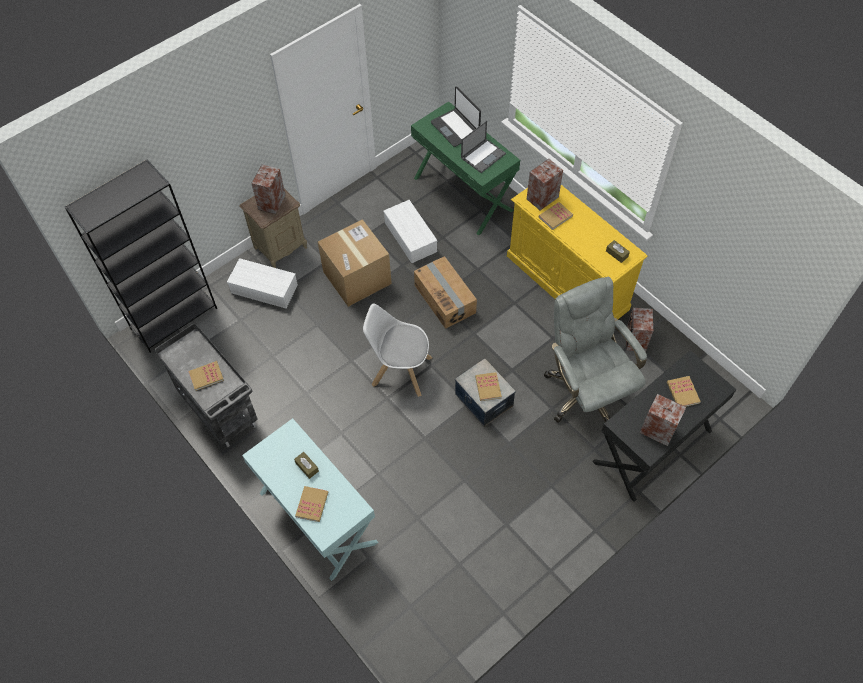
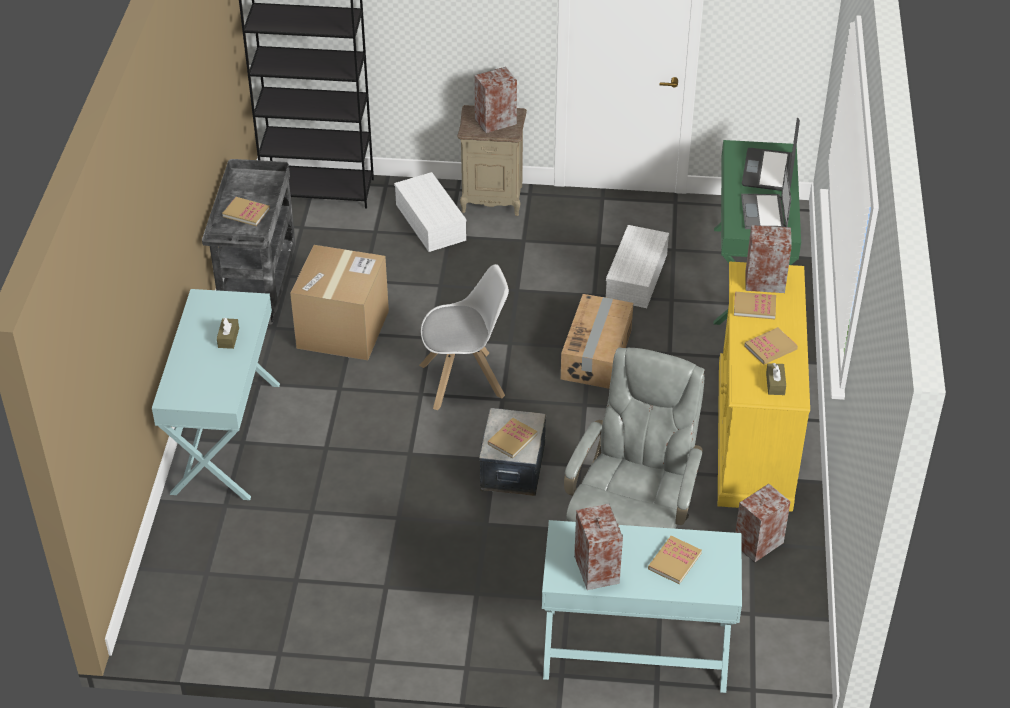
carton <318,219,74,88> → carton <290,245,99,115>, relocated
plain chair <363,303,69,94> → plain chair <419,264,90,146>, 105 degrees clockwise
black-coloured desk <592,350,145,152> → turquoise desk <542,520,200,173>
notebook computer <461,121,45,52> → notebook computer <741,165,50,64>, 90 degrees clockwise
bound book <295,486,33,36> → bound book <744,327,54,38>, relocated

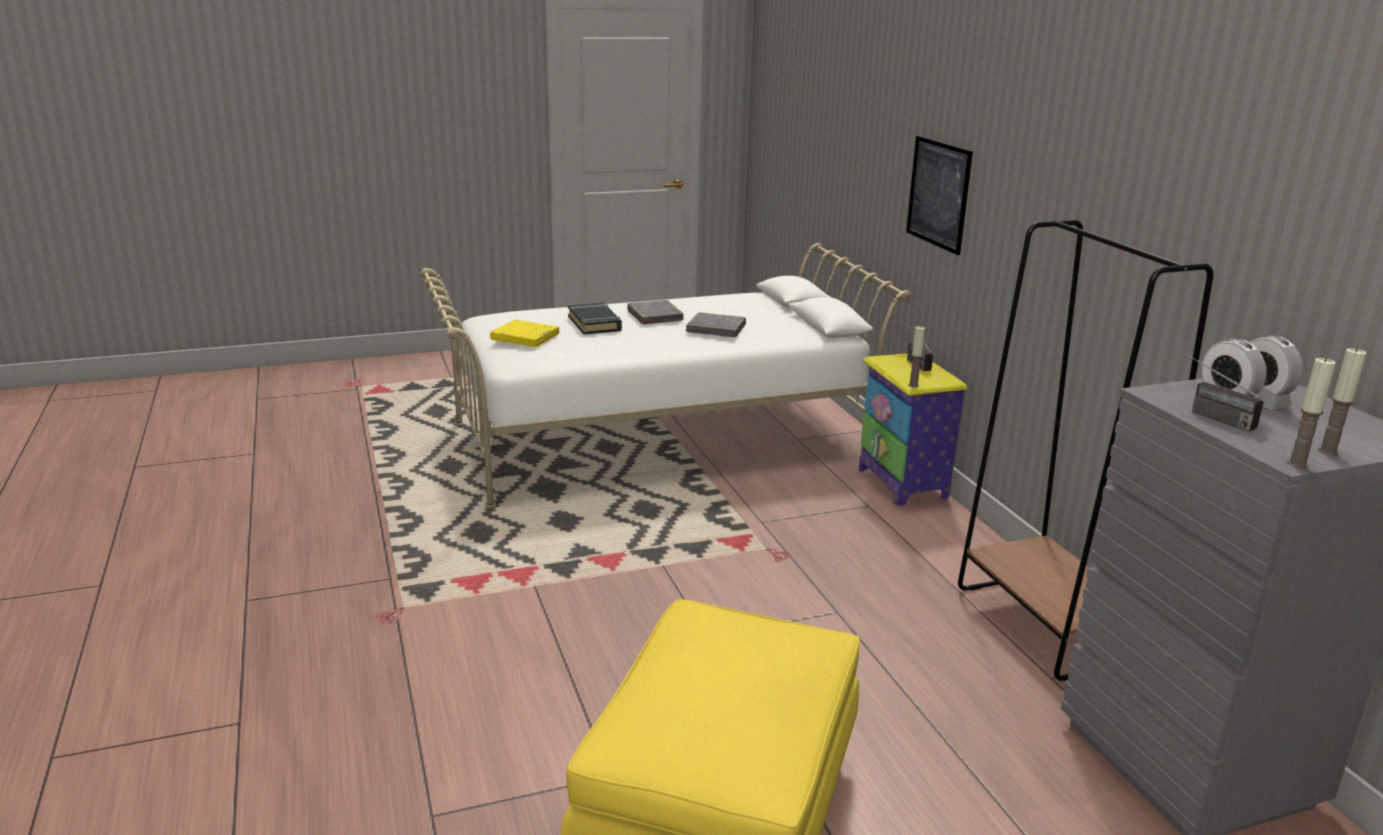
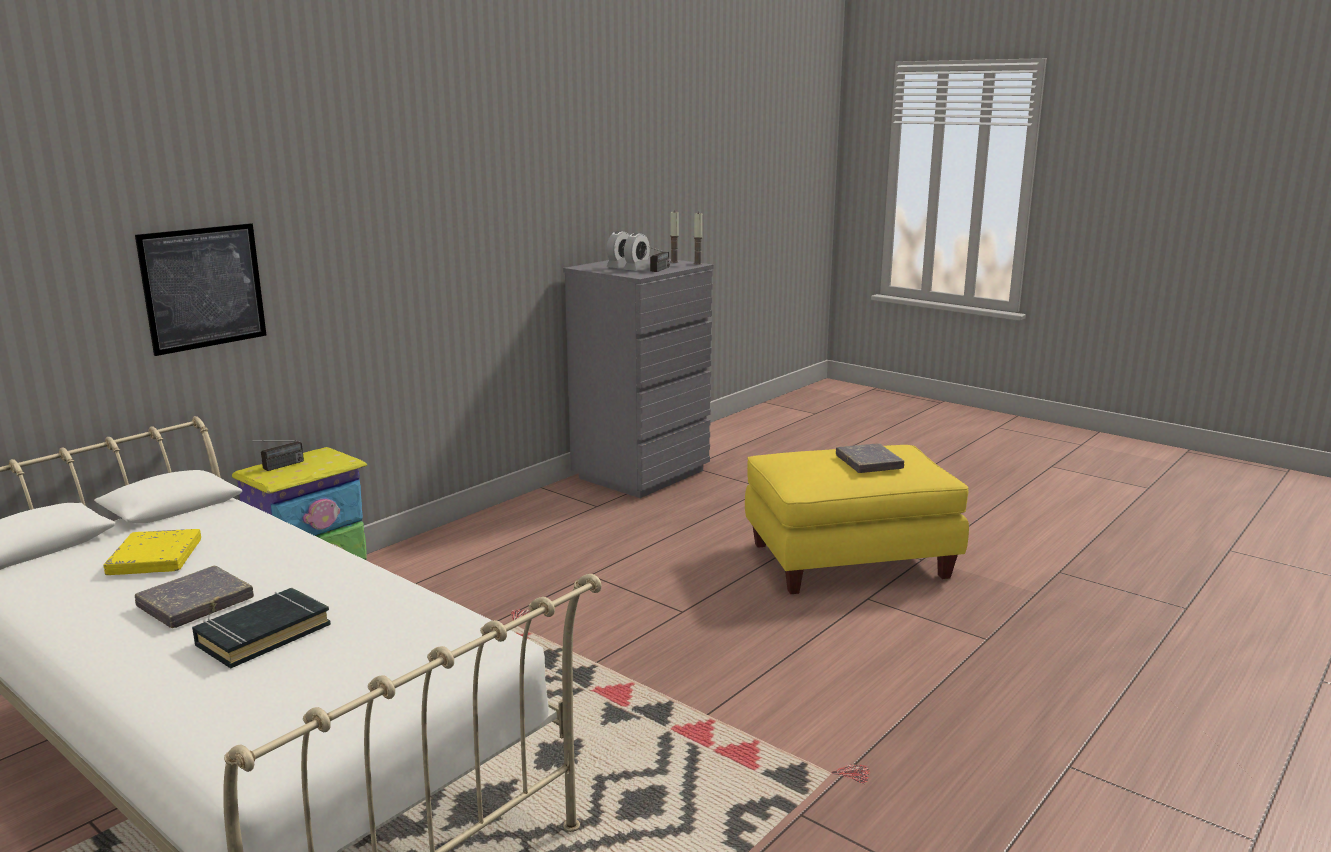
yellowish bound book <490,320,69,27> → yellowish bound book <103,529,98,46>, relocated
grey bound book <686,312,60,25> → grey bound book <836,443,68,30>, relocated
candle <908,326,17,62> → -
garment rack <958,220,256,461> → -

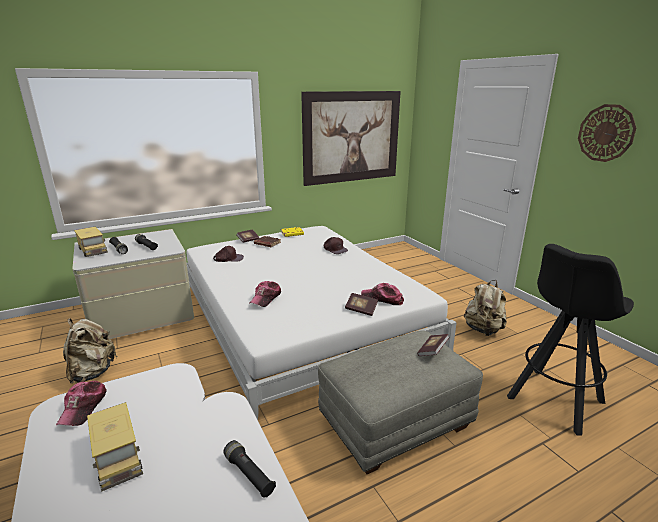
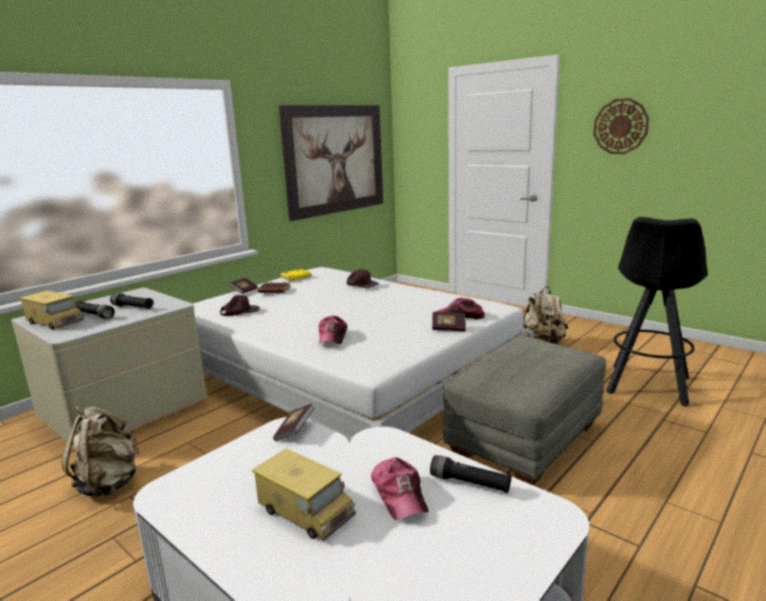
bound book <417,334,33,22> → bound book <273,403,41,38>, relocated
baseball cap <56,381,51,45> → baseball cap <371,457,57,63>, relocated

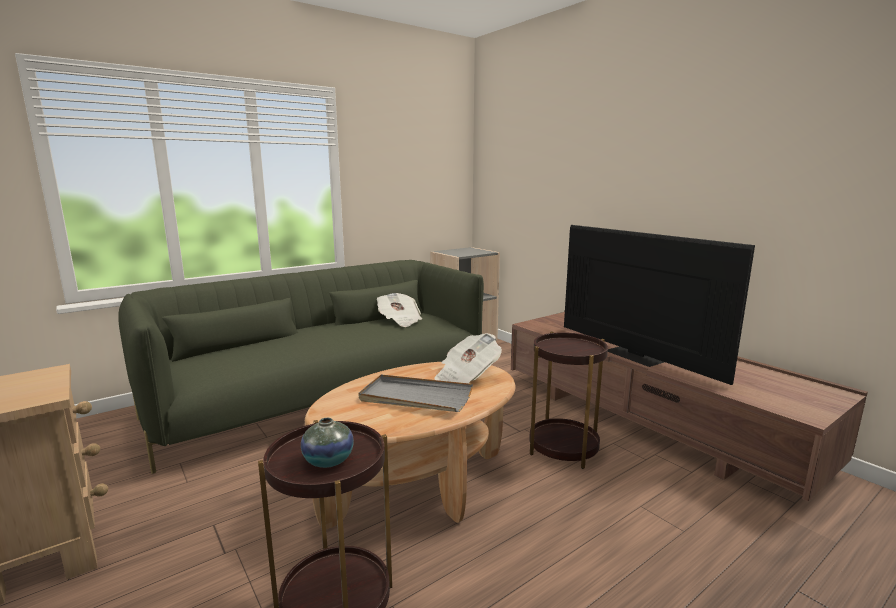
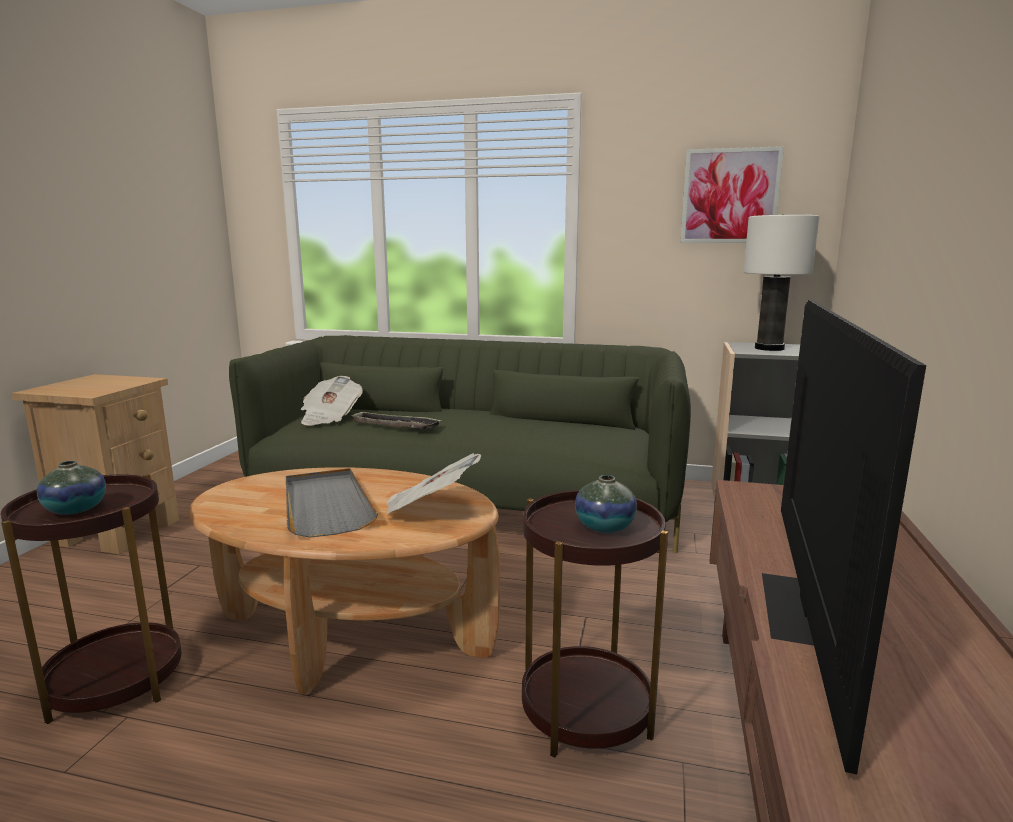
printed paper <377,293,45,34> → printed paper <301,376,62,50>, relocated
- → tray <350,411,92,18>
- → vase <575,475,62,58>
- → wall art <681,146,103,97>
- → white-coloured lamp for a table <744,214,75,137>

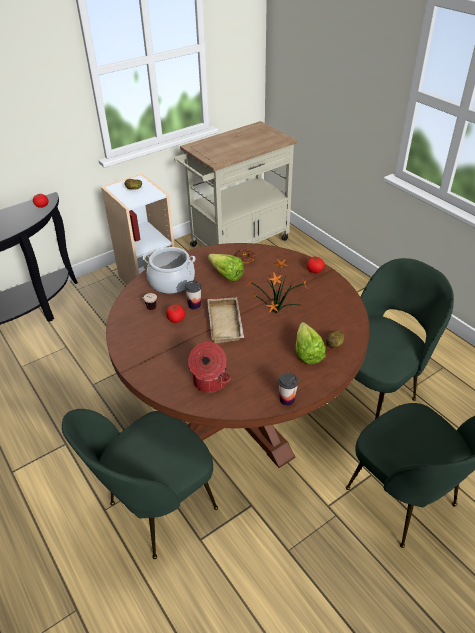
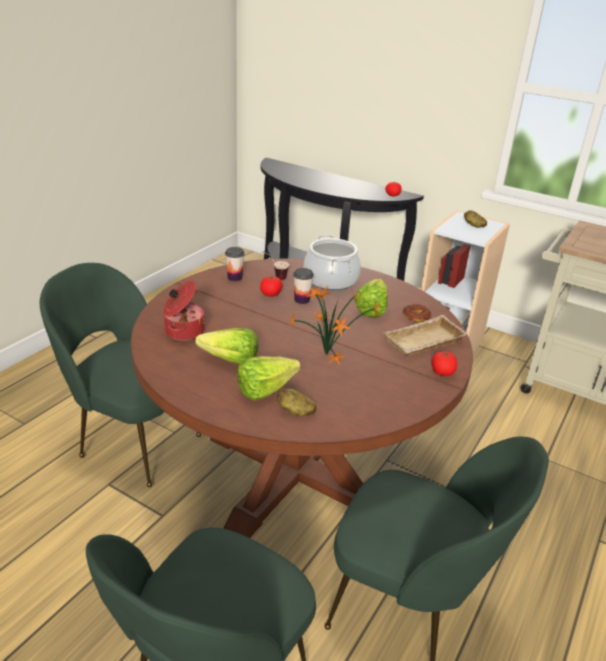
- → head of lettuce <196,328,62,36>
cup <278,372,21,34> → cup <225,247,20,34>, relocated
beige tray <207,297,37,47> → beige tray <383,315,85,41>, relocated

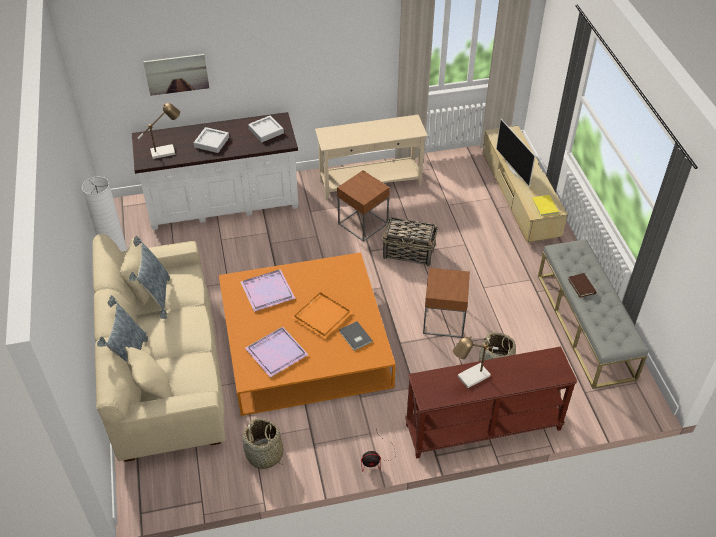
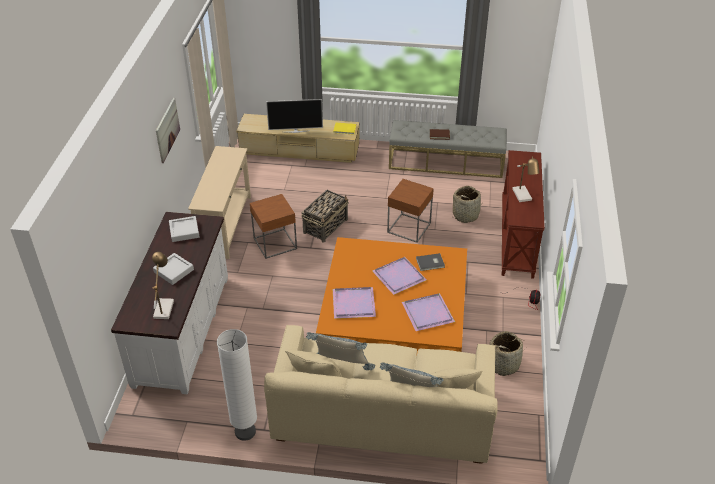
wall art <143,54,66,42> → wall art <156,98,24,65>, relocated
orangey tray <291,291,62,48> → purple-coloured tray <372,257,55,38>

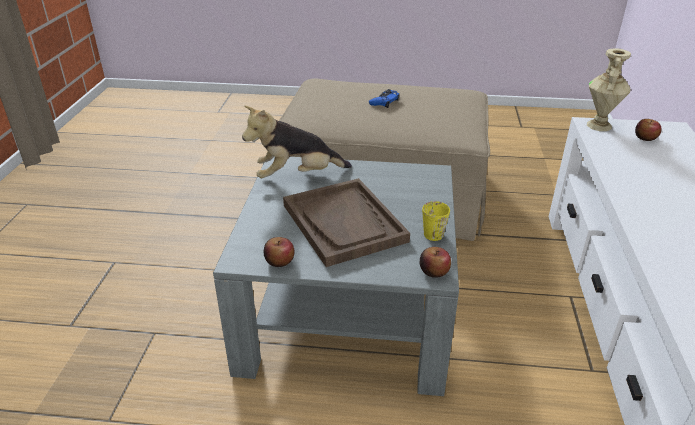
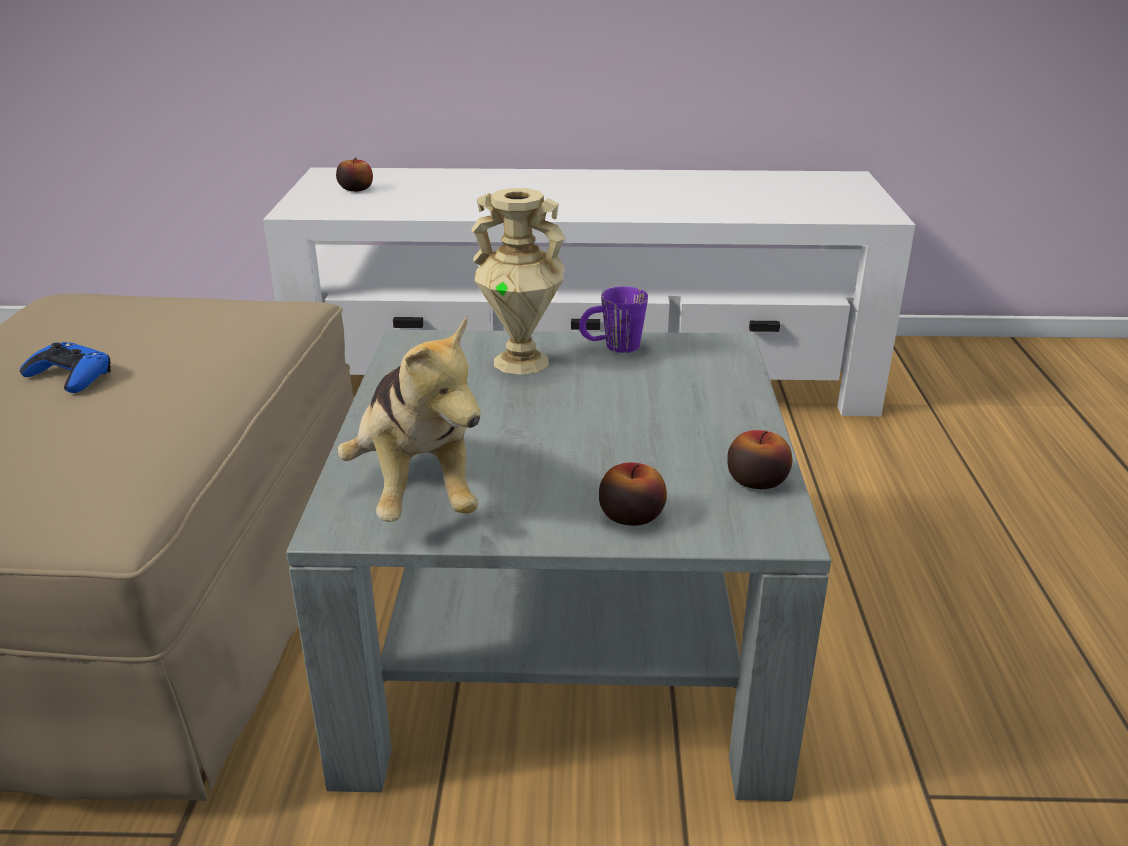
beige vase <587,48,44,83> → beige vase <471,188,95,187>, relocated
yellowish mug <422,201,28,40> → purple-coloured mug <579,287,69,66>
whole apple <420,247,31,31> → whole apple <599,463,68,63>, relocated
brown-coloured tray <283,178,127,89> → -

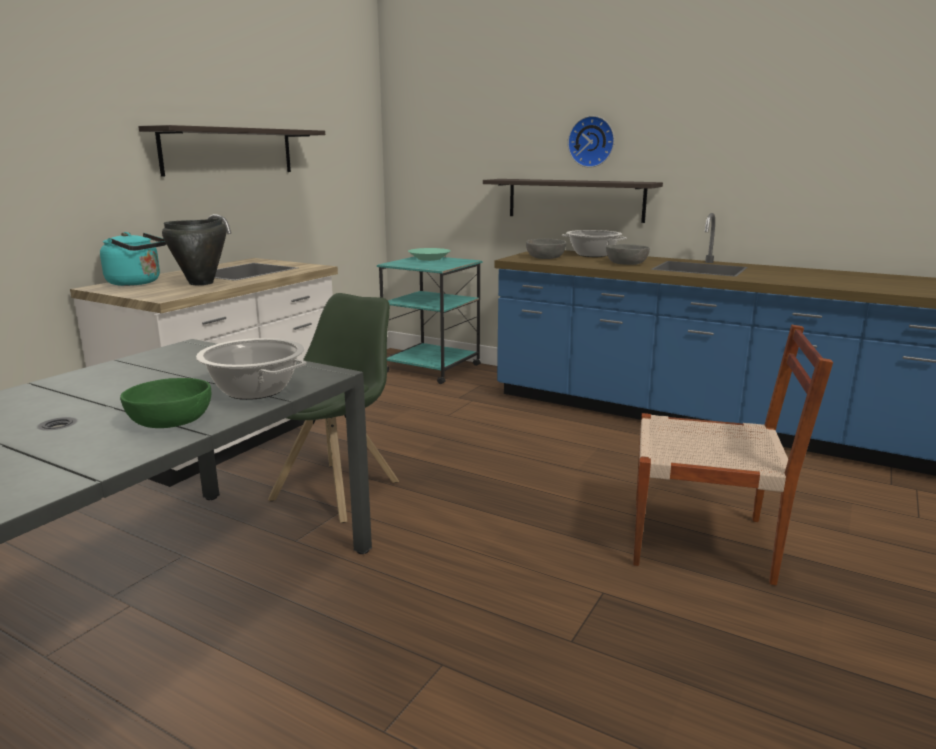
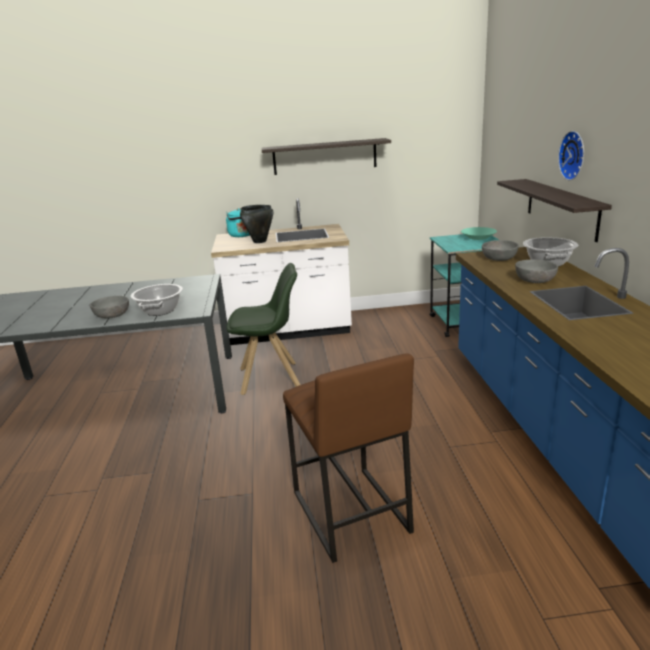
green serving bowl <120,378,92,50> → grey serving bowl <90,296,39,22>
plain chair <633,325,200,260> → brown-coloured stool seat <283,353,131,210>

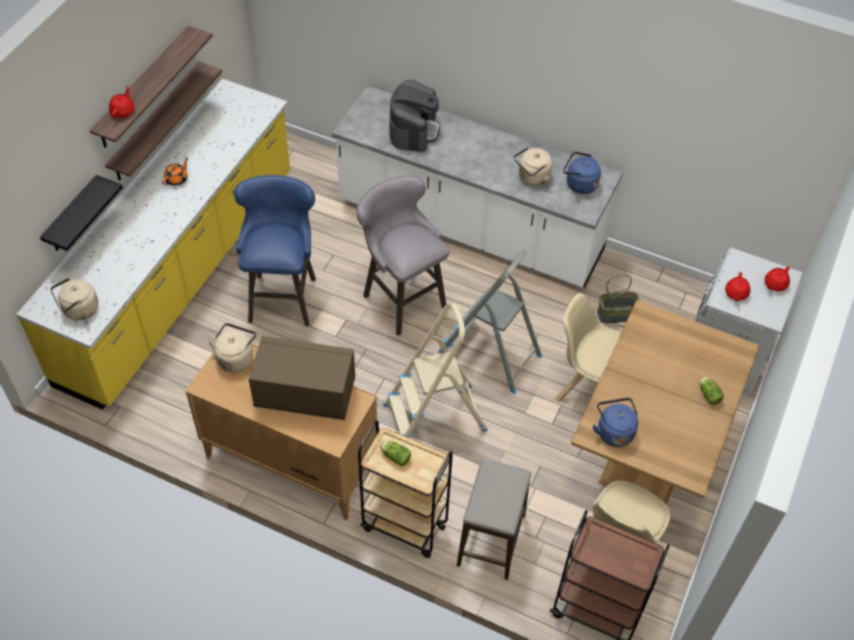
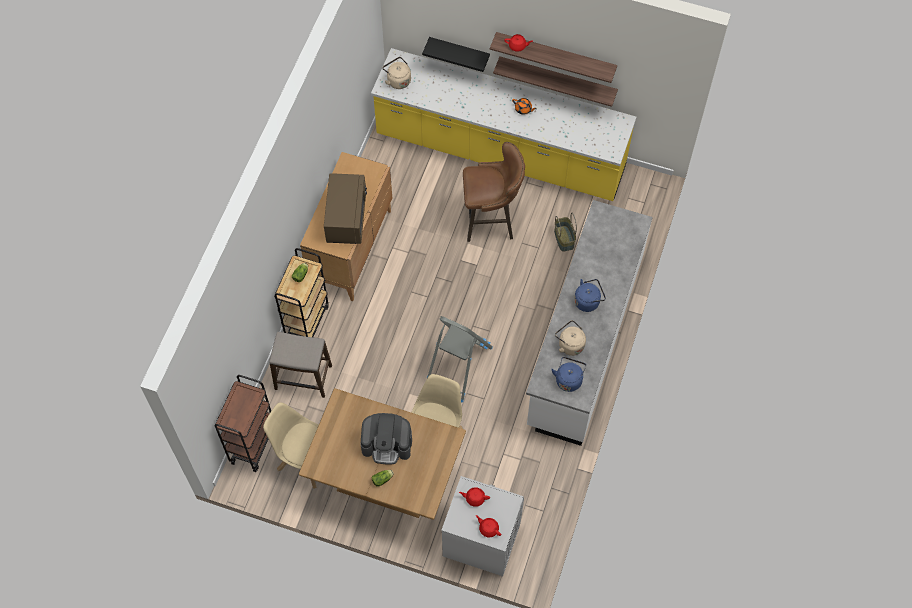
coffee maker <389,80,51,72> → coffee maker <360,413,52,52>, relocated
blue stool seat <234,175,82,151> → brown-coloured stool seat <463,142,62,100>
storage basket <597,274,43,50> → storage basket <554,213,23,39>, relocated
blue water kettle <593,398,45,49> → blue water kettle <574,279,32,33>, relocated
beige water kettle <208,323,48,50> → -
grey stool seat <357,176,92,160> → -
beige step stool <383,303,105,135> → -

